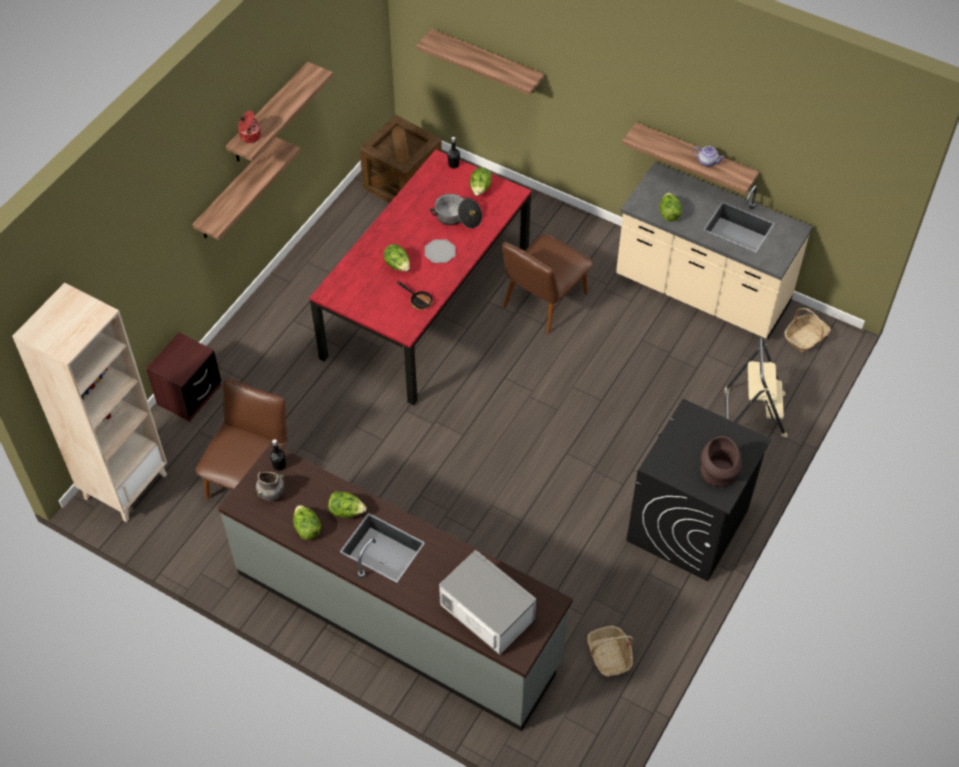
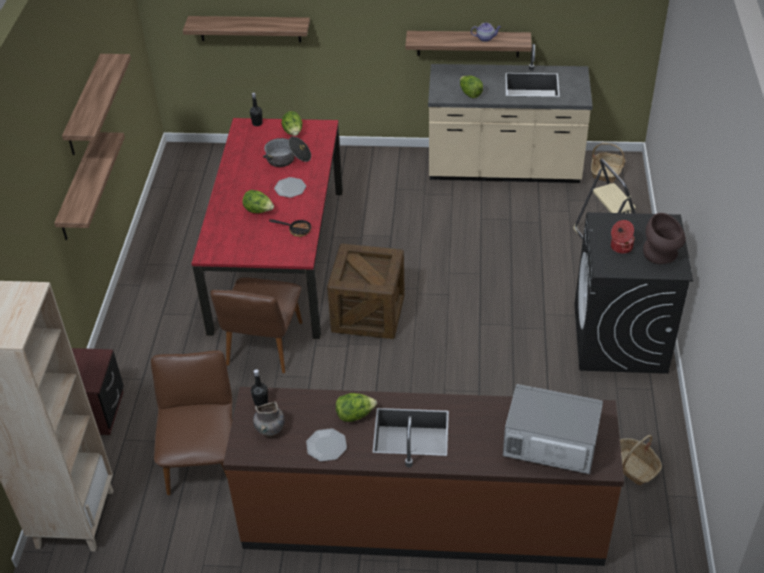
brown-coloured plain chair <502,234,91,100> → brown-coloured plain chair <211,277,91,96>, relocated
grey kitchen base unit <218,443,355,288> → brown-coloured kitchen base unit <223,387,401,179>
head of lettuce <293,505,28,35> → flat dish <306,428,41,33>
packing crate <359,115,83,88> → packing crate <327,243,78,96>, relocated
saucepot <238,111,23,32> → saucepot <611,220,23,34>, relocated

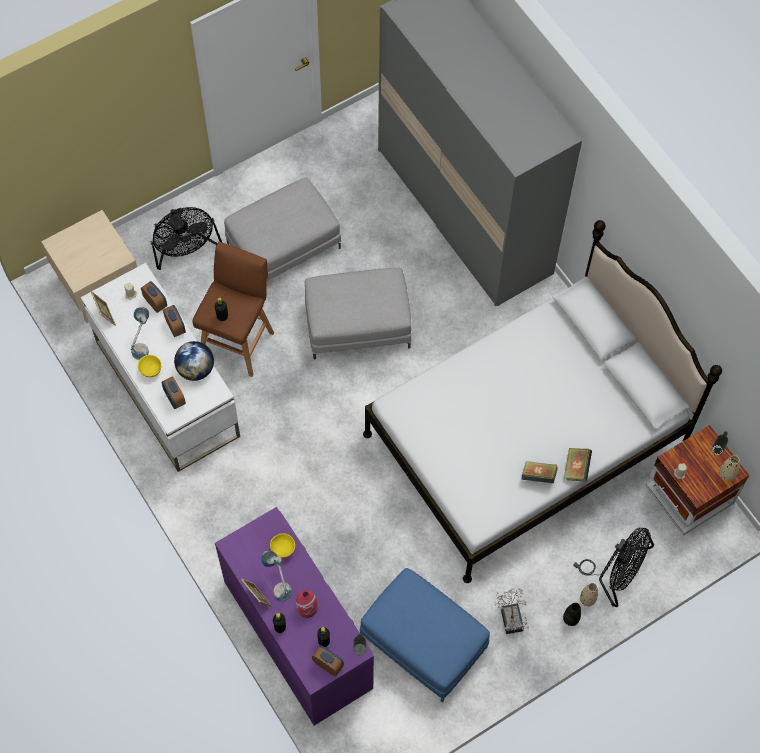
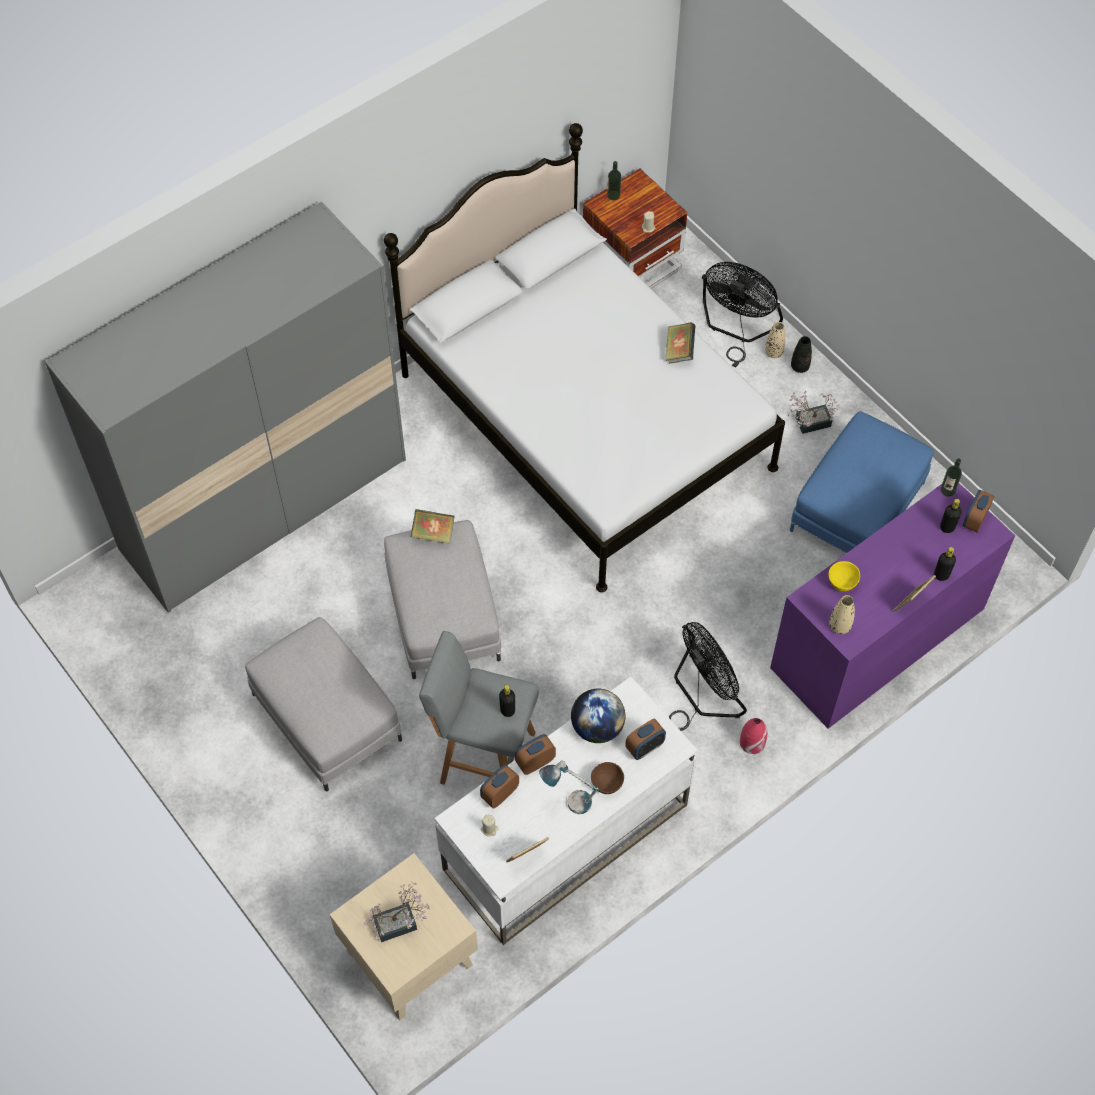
- → potted plant <363,882,67,60>
bound book <564,448,28,34> → bound book <411,509,44,35>, relocated
brown-coloured stool seat <192,242,82,135> → grey stool seat <419,631,120,154>
yellowish serving bowl <138,355,23,22> → brown-coloured serving bowl <591,762,33,32>
black-coloured fan <150,207,72,63> → black-coloured fan <669,622,78,109>, relocated
red-coloured vase <296,590,22,28> → red-coloured vase <740,718,28,36>, relocated
beige vase <719,455,21,26> → beige vase <829,595,26,39>, relocated
lamp for a table <261,550,31,51> → -

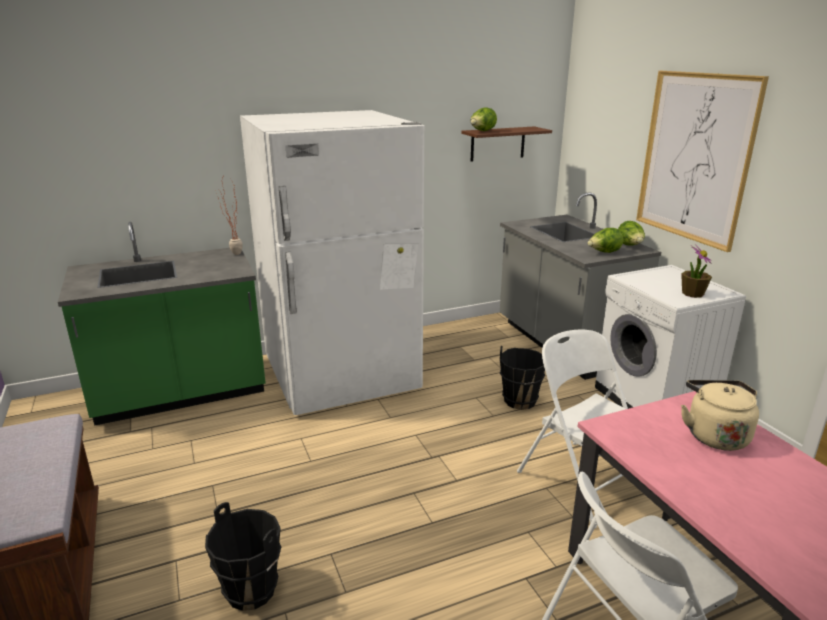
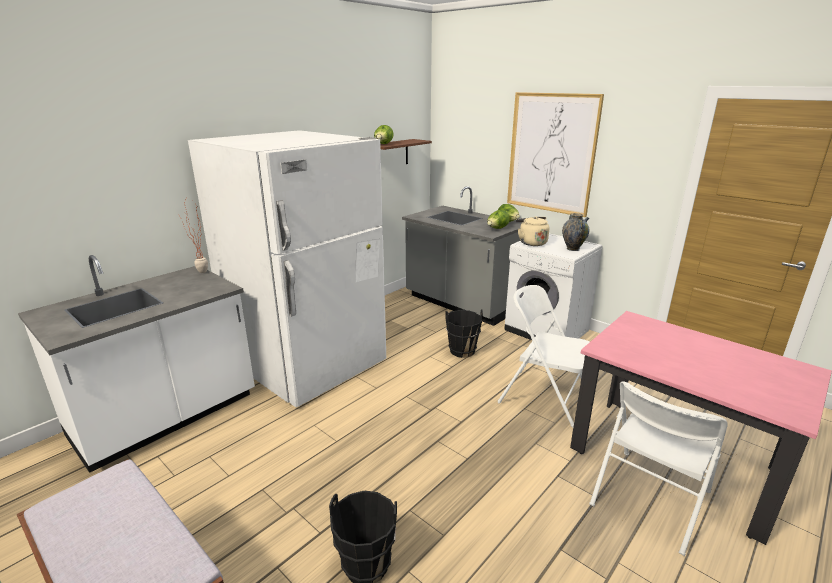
green kitchen base unit <58,222,208,204> → white-coloured kitchen base unit <18,255,237,218>
beige water kettle <681,380,78,71> → beige water kettle <516,216,33,30>, relocated
potted plant <681,244,31,54> → vase <562,213,28,38>

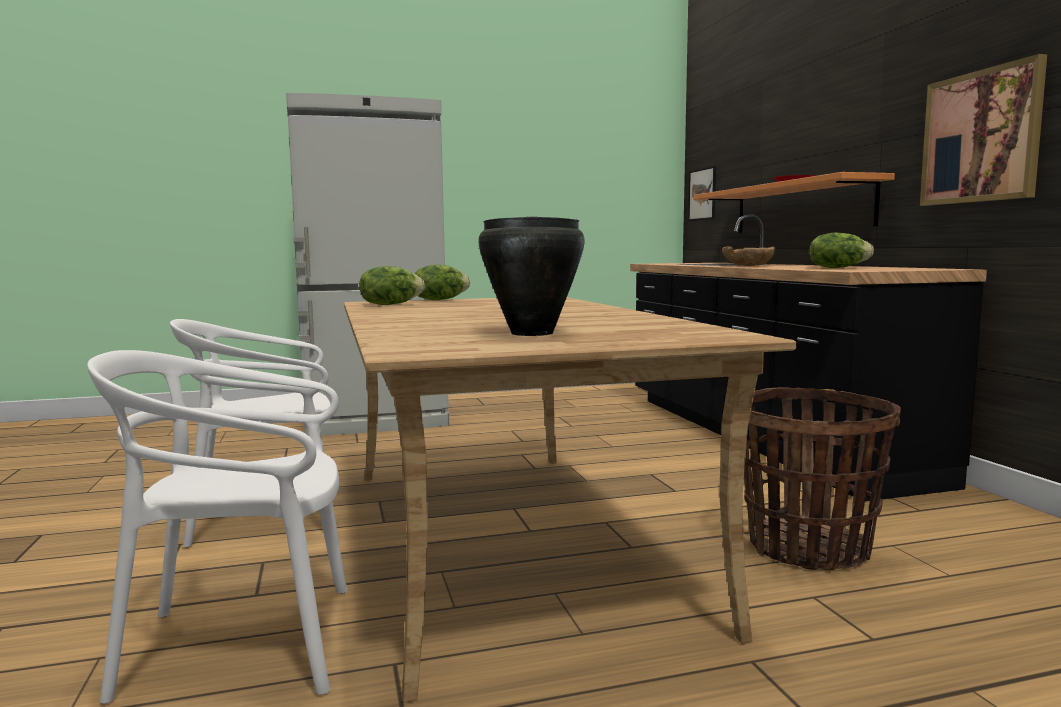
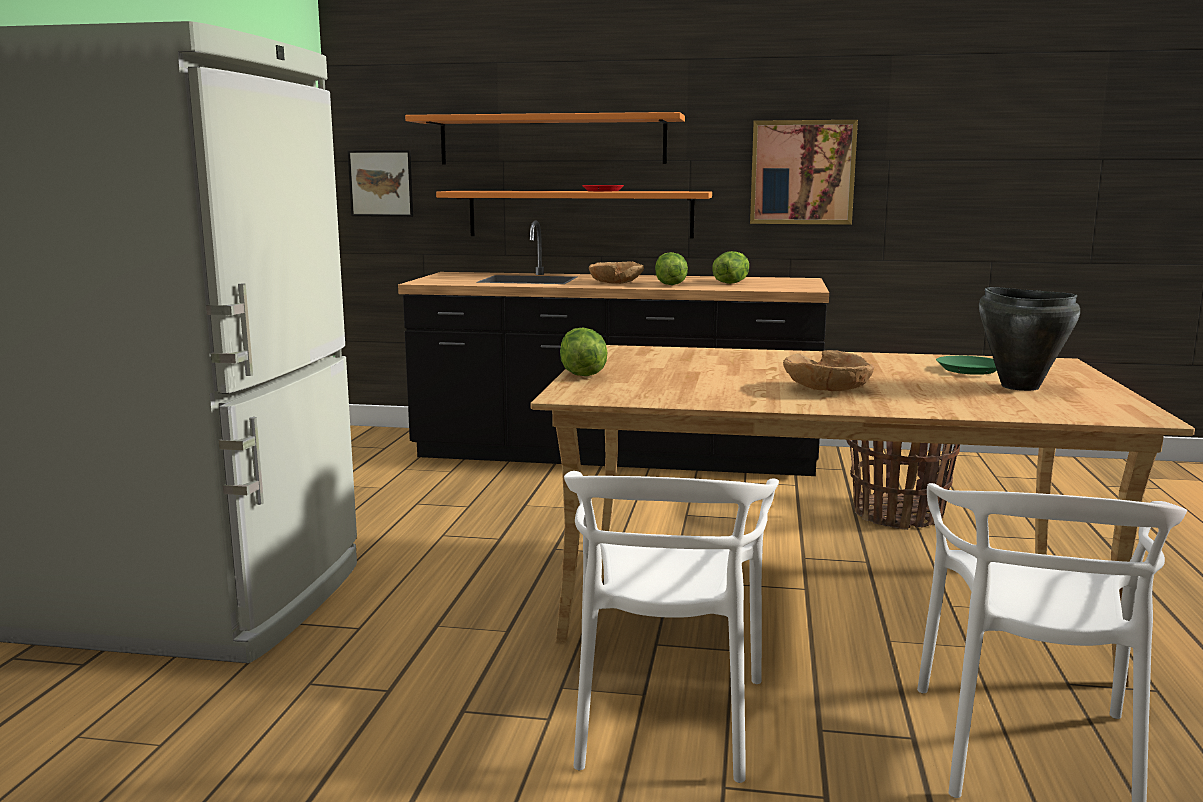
- → orangey wall shelf <405,112,280,52>
head of lettuce <359,266,66,39> → head of lettuce <655,252,33,33>, relocated
- → brown-coloured serving bowl <783,350,91,41>
- → green flat dish <936,356,61,19>

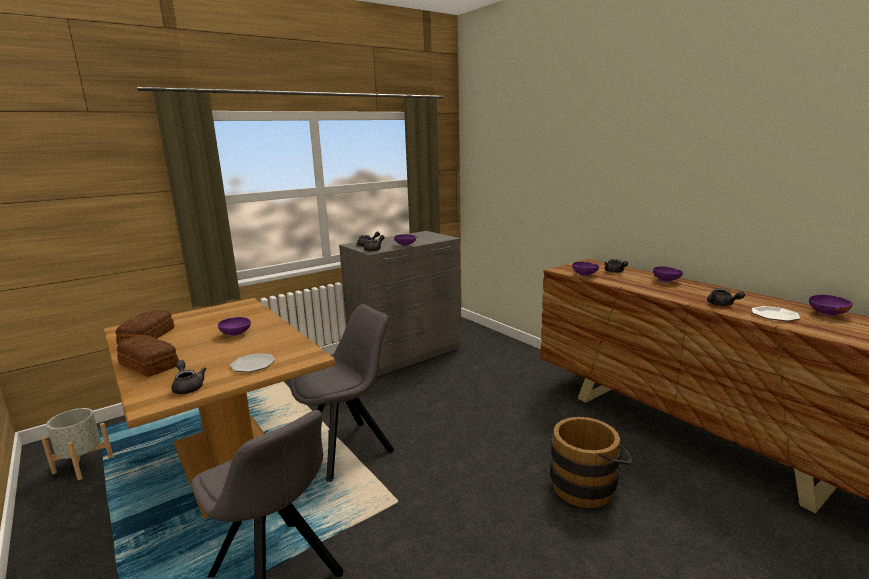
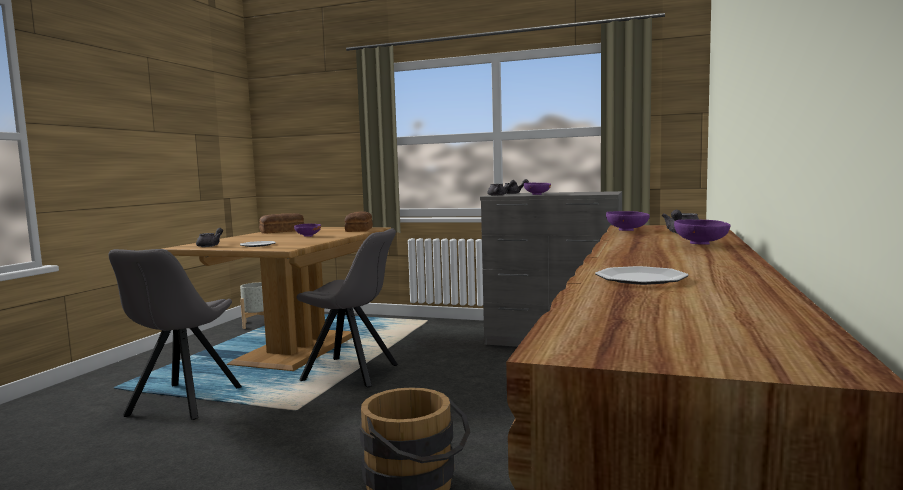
bakery bread <117,335,62,42> → bakery bread <345,211,28,21>, relocated
grey pot for tea <707,288,38,18> → -
purple-coloured serving bowl <809,295,44,21> → -

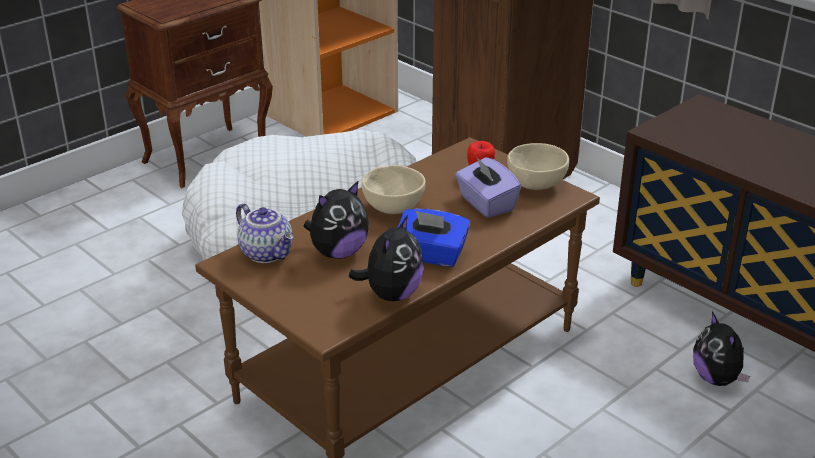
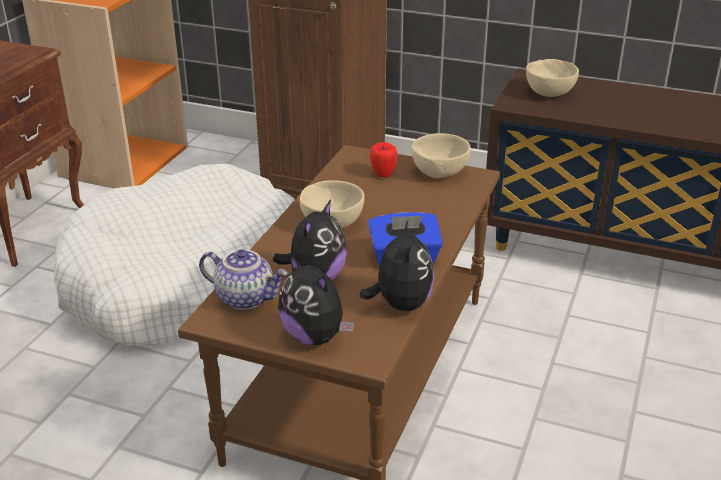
cuddly toy <693,312,57,74> → cuddly toy <278,255,76,90>, relocated
- → beige serving bowl <526,59,53,38>
purple-coloured tissue box <455,156,66,62> → -

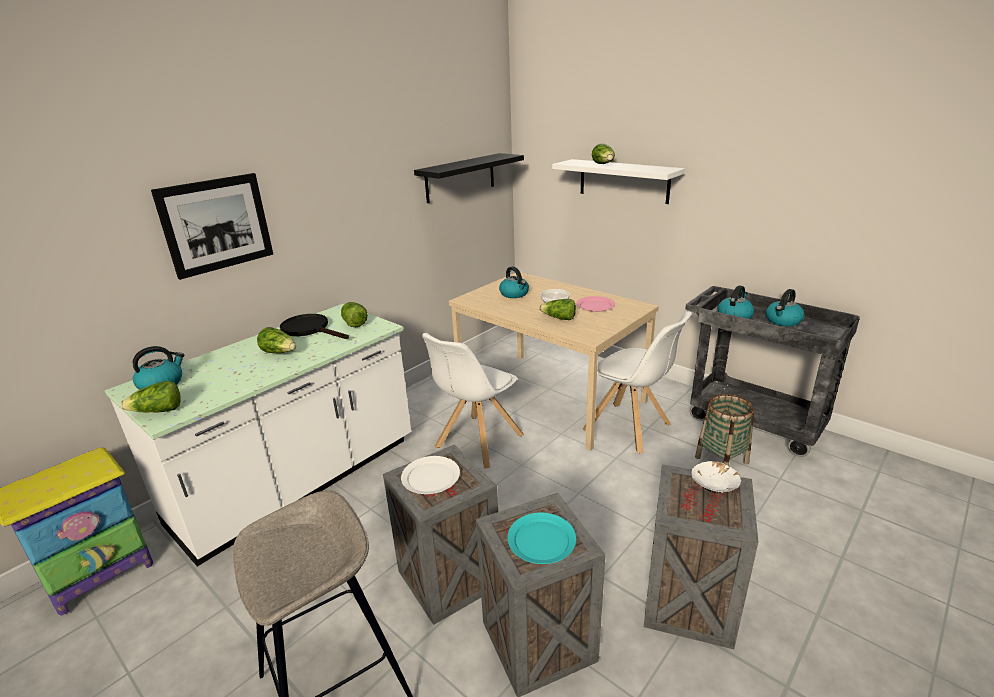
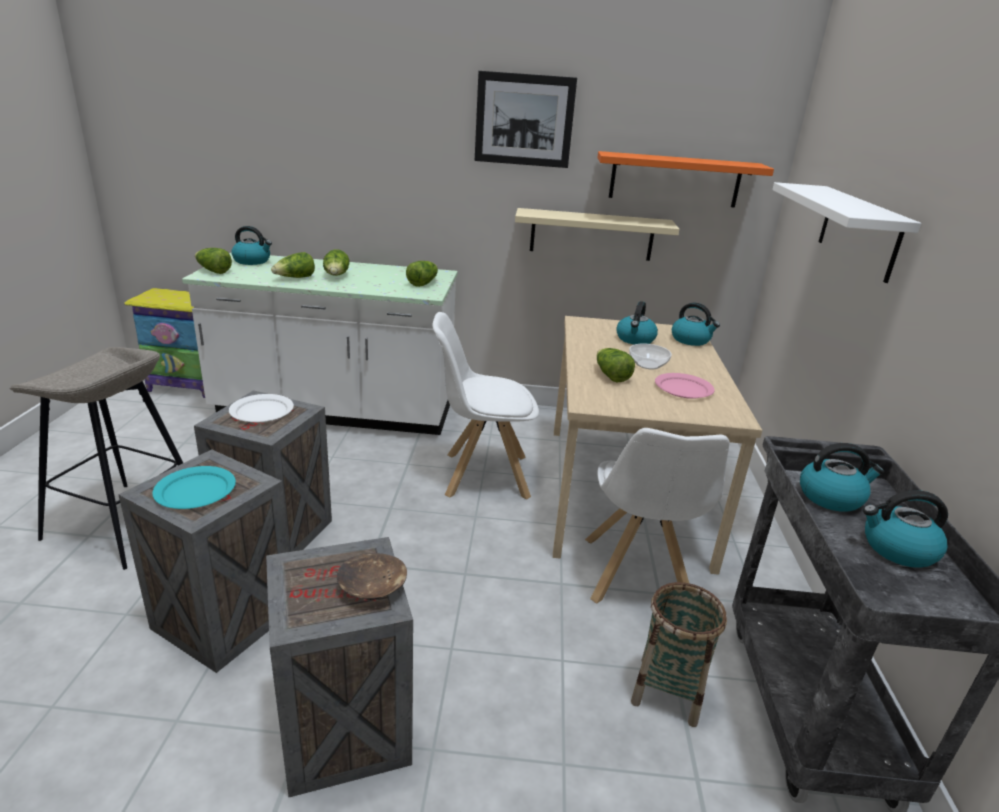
head of lettuce <592,143,23,21> → head of lettuce <271,252,44,26>, relocated
white-coloured serving bowl <691,461,50,32> → brown-coloured serving bowl <337,553,70,47>
wall art <151,173,122,107> → wall art <475,71,102,97>, relocated
- → beige wall shelf <515,208,164,53>
black-coloured wall shelf <414,153,110,50> → orangey wall shelf <597,151,177,57>
- → water kettle <672,303,48,43>
black-coloured skillet <280,314,69,25> → -

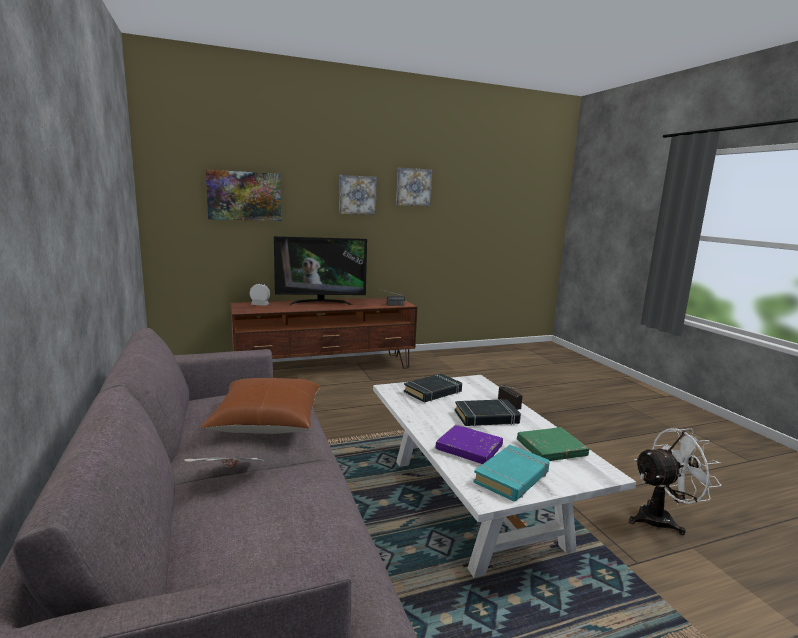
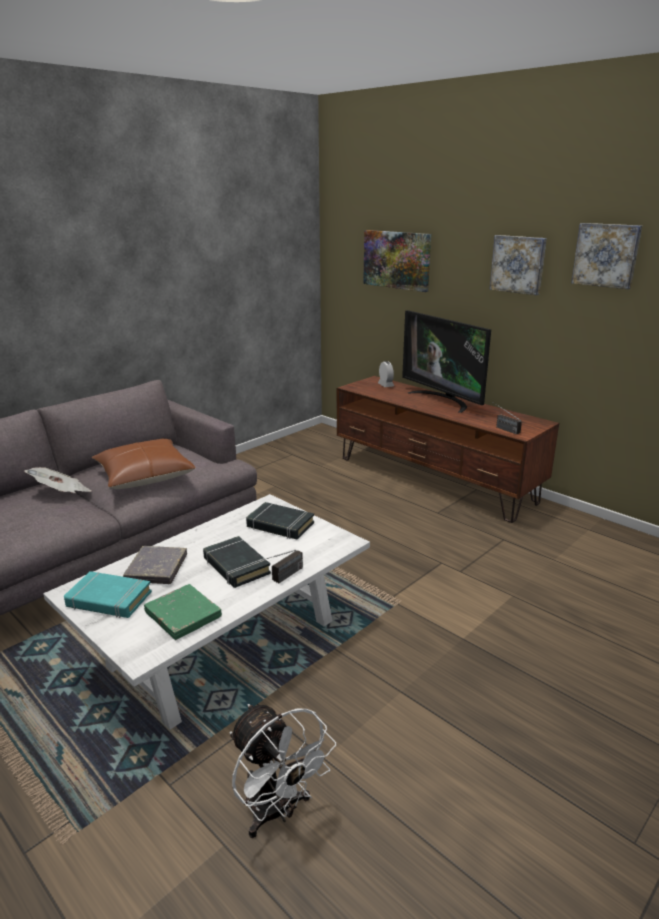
purple-coloured bound book <435,424,68,40> → grey bound book <123,546,64,38>

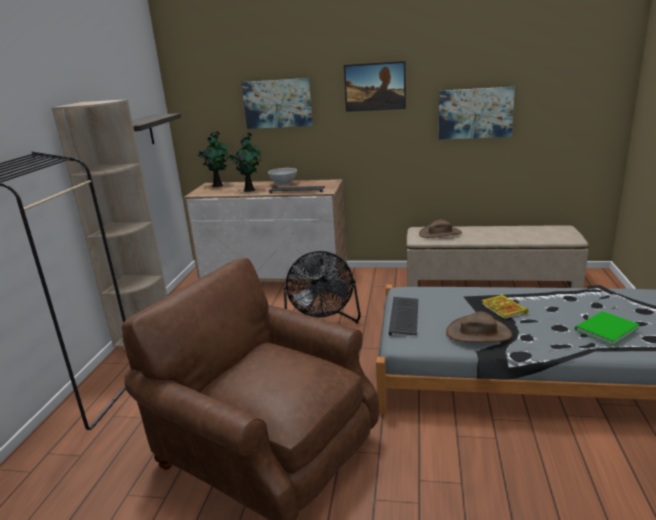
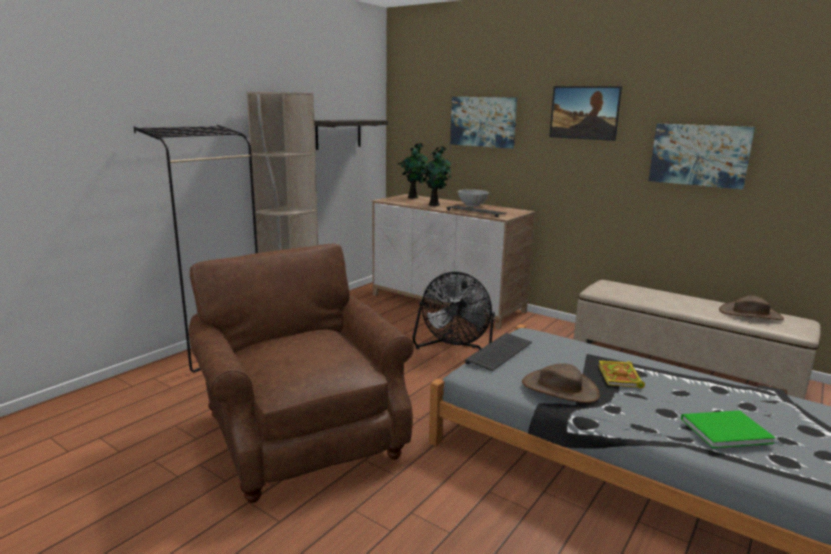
brown-coloured wearable hat <419,219,43,19> → brown-coloured wearable hat <719,296,65,24>, relocated

